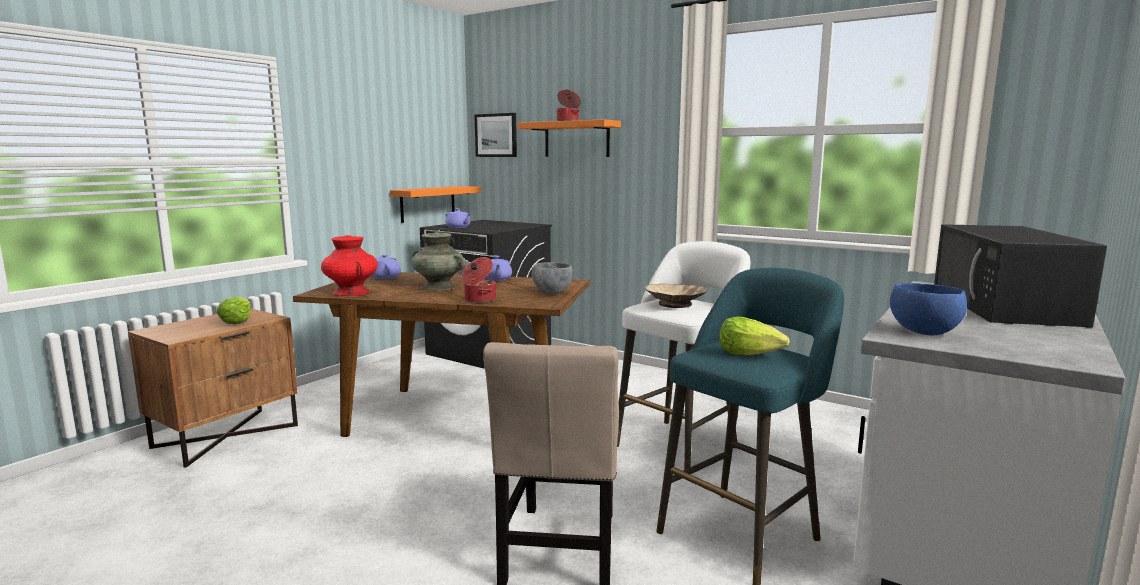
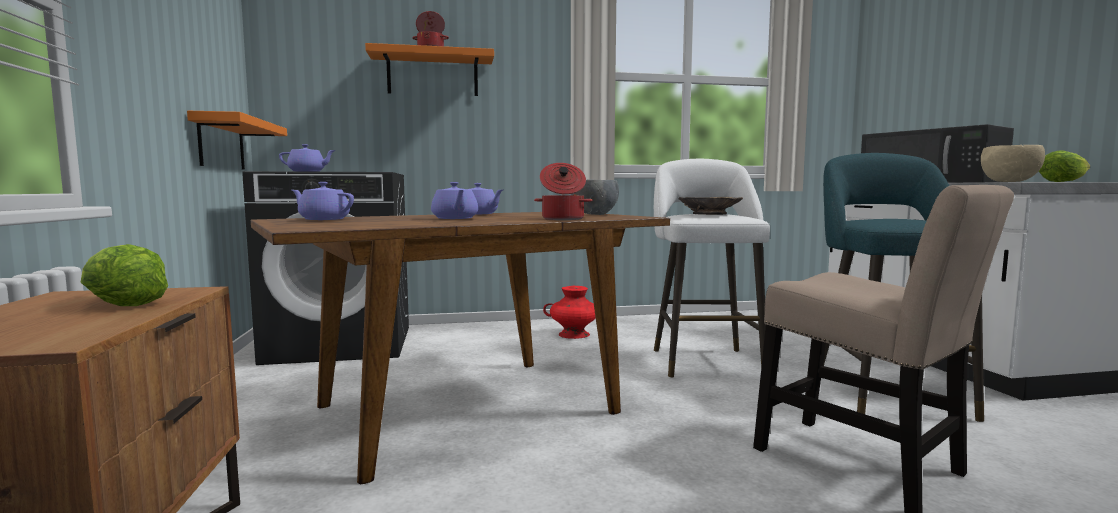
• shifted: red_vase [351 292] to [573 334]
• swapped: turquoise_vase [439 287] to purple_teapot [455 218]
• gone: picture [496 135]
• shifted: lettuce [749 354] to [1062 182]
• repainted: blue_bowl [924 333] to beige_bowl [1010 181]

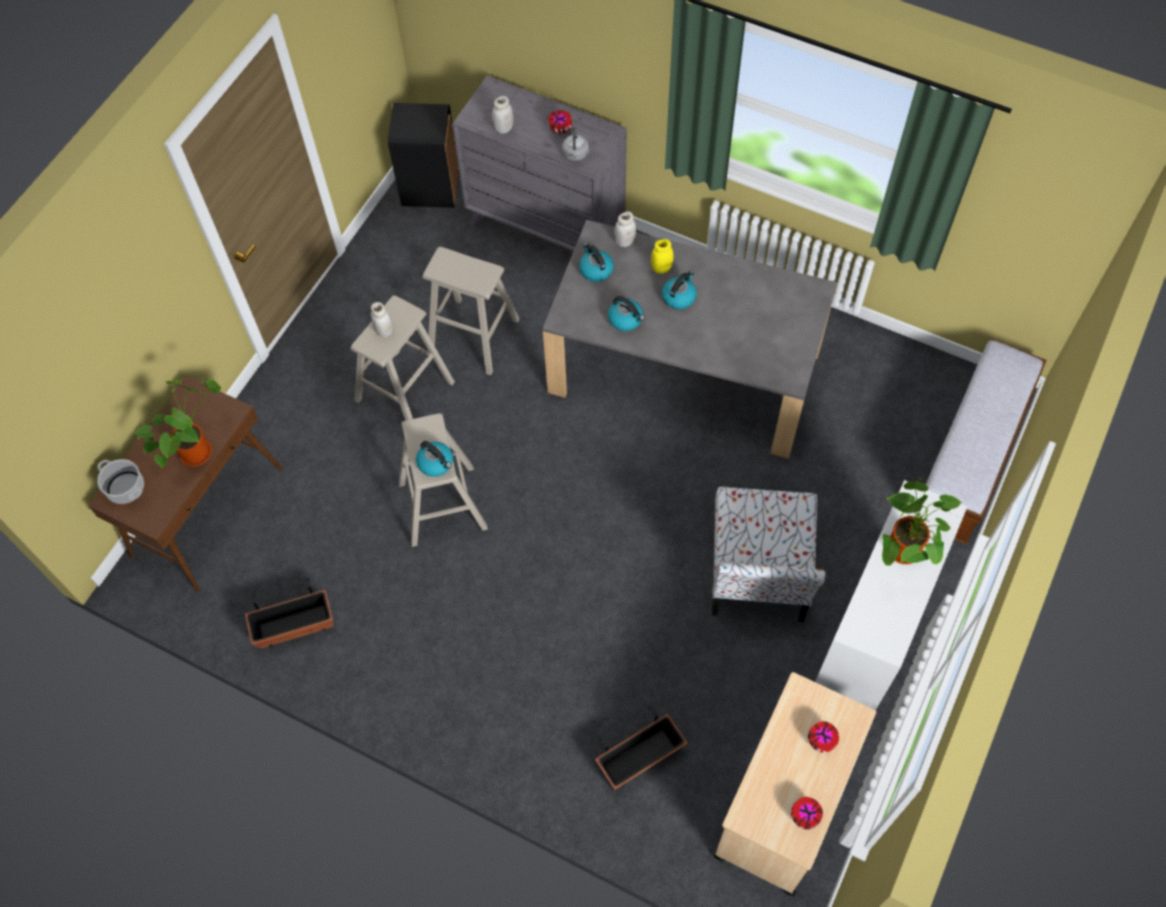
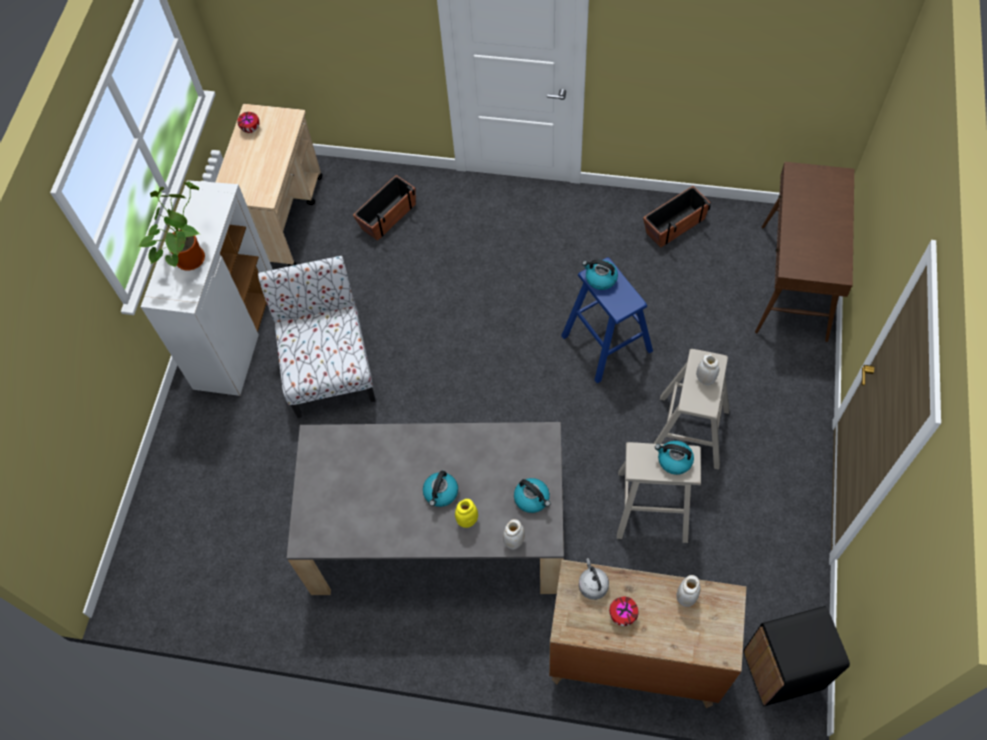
• gone: cooking_pot [125 488]
• gone: potted_plant [196 449]
• repainted: beige_stool [442 505] to blue_stool [607 343]
• repainted: grey_dresser [546 227] to brown_dresser [634 659]
• shifted: kettle [626 319] to [674 460]
• gone: bowl [821 741]
• gone: bench [969 458]

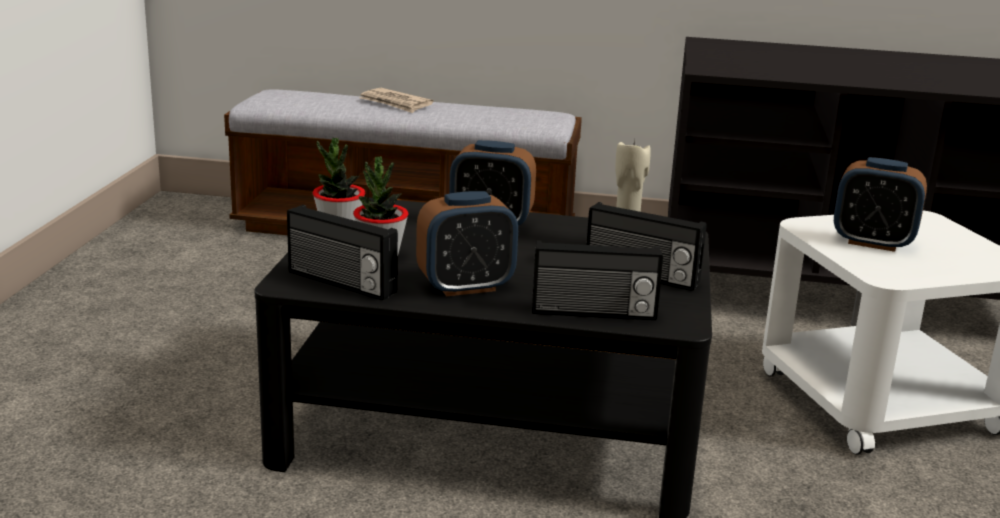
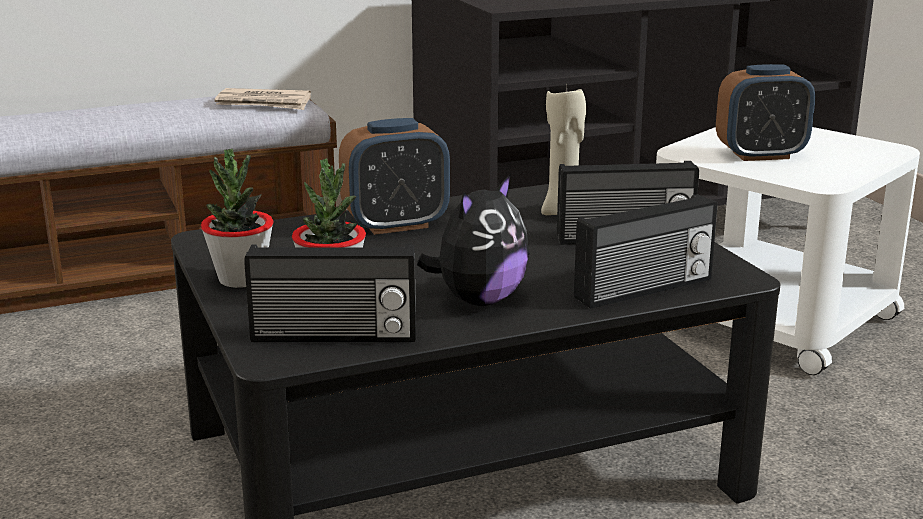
• shifted: newspaper [395 103] to [264 103]
• swapped: alarm_clock [465 287] to plush_toy [478 300]

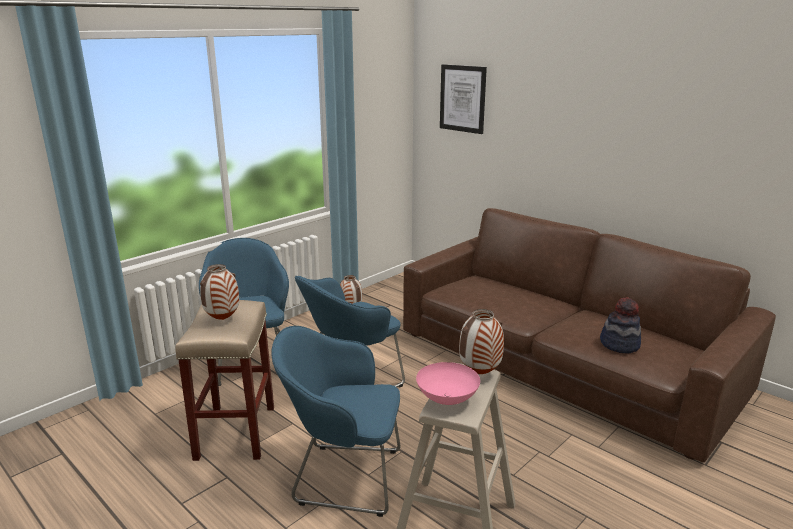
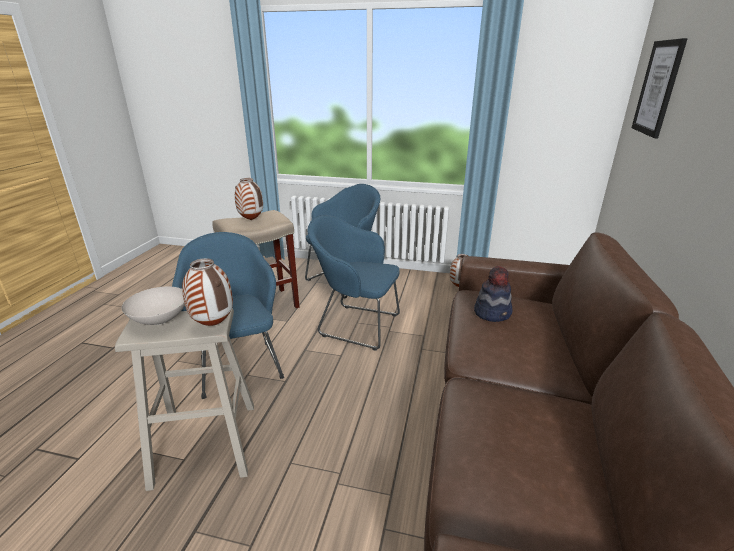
• repainted: pink_bowl [447 399] to white_bowl [159 320]
• shifted: hat [619 344] to [493 312]

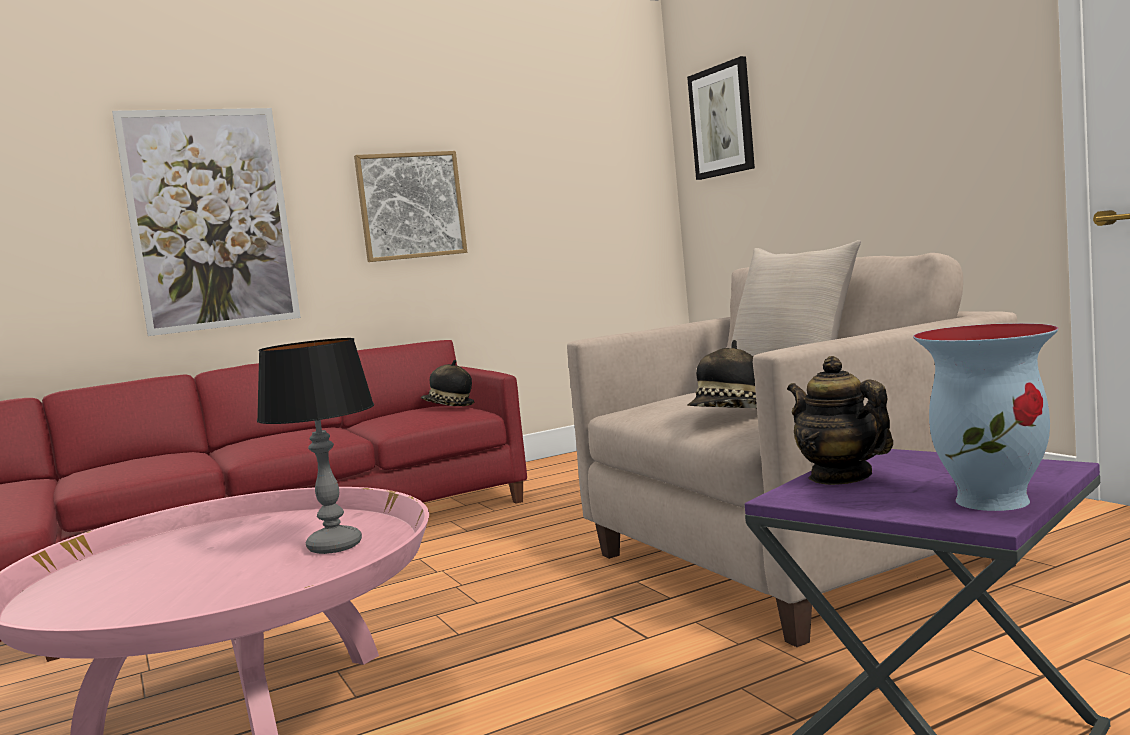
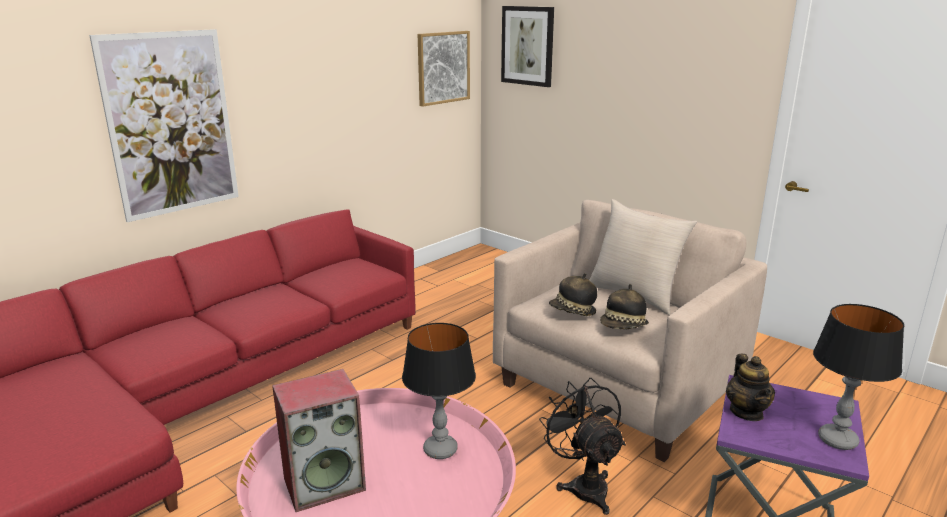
• shifted: picture [411 206] to [443 67]
• shifted: hat [448 406] to [572 312]
• rotated: teapot [840 477] = [746 412] 135 degrees counterclockwise
• swapped: vase [993 500] to table_lamp [837 440]
• new: speaker [325 483]
• new: black_fan [584 485]

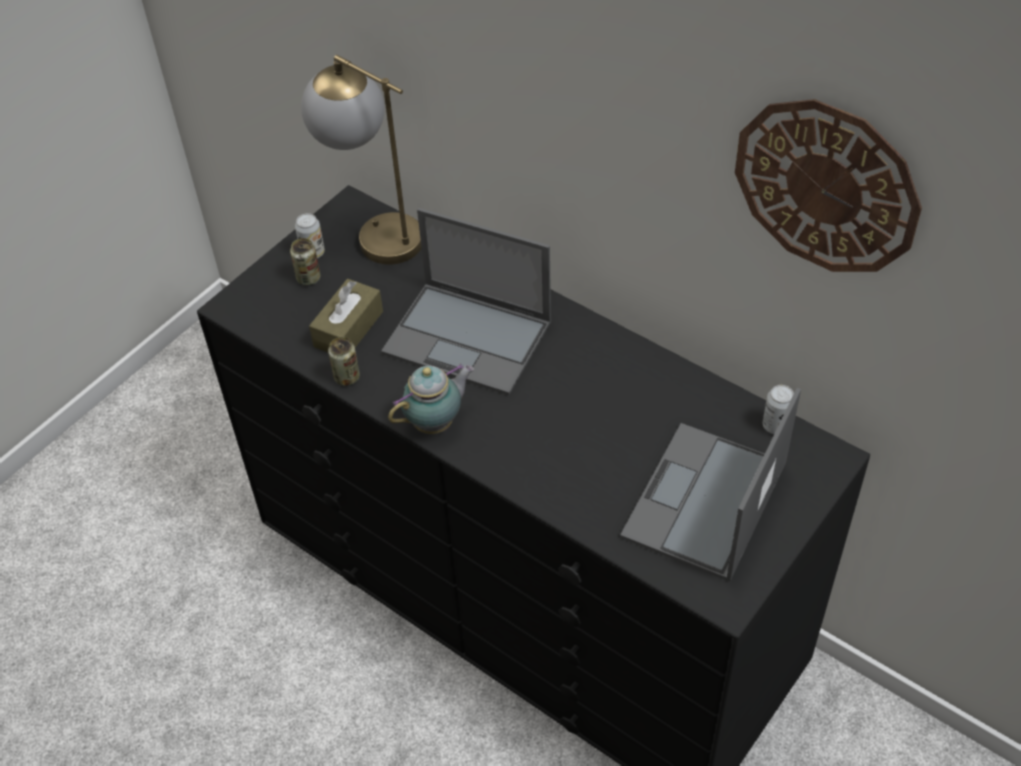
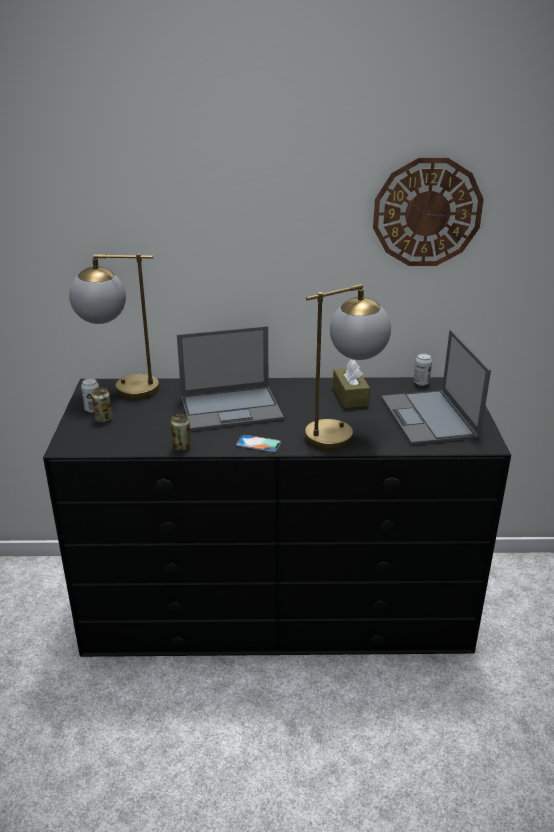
• shifted: brown_tissue_box [348 329] to [350 396]
• swapped: teapot [436 422] to phone [258 443]
• new: table_lamp [343 433]

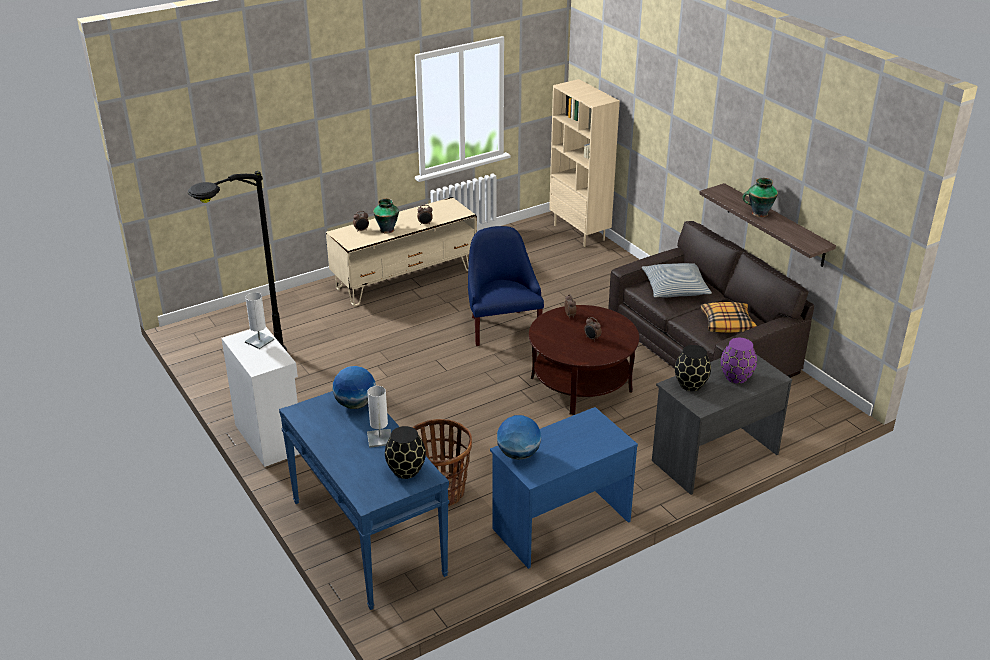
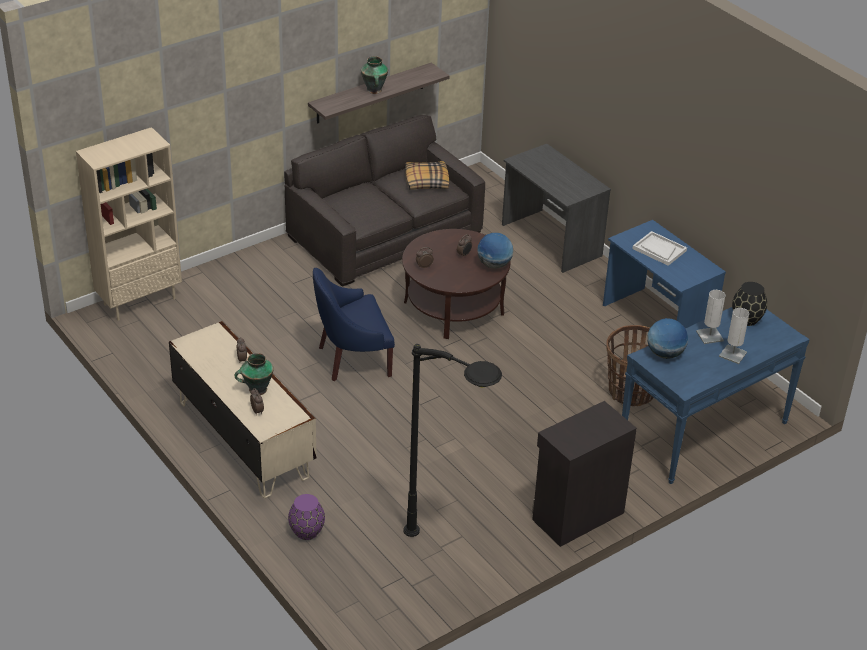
• repainted: white_cabinet [270 437] to black_cabinet [576 515]
• shifted: white_table_lamp [259 341] to [732 354]
• shifted: globe [518 454] to [494 265]
• gone: pillow [675 288]
• gone: black_vase [691 384]
• shifted: purple_vase [735 377] to [307 532]
• new: white_tray [659 250]

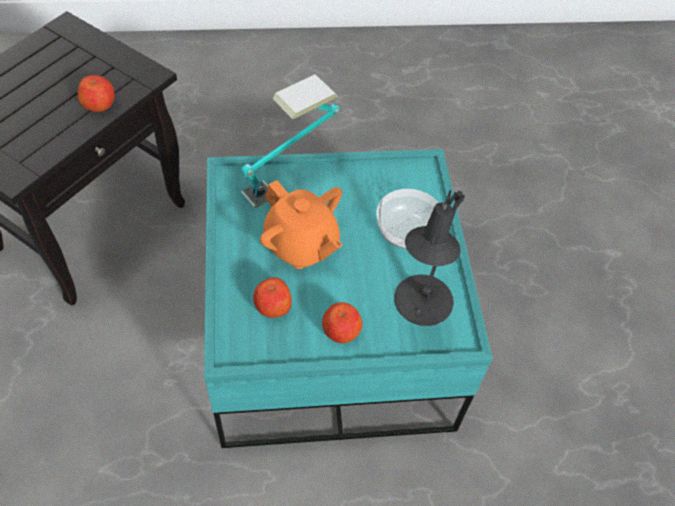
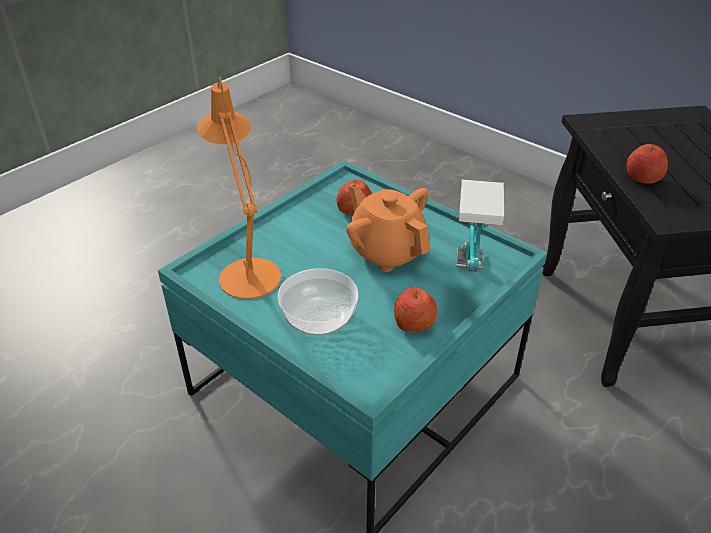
• rotated: orange_teapot [301 245] = [387 252] 45 degrees clockwise
• shifted: apple [341 331] to [414 323]
• repainted: black_table_lamp [420 307] to orange_table_lamp [248 272]

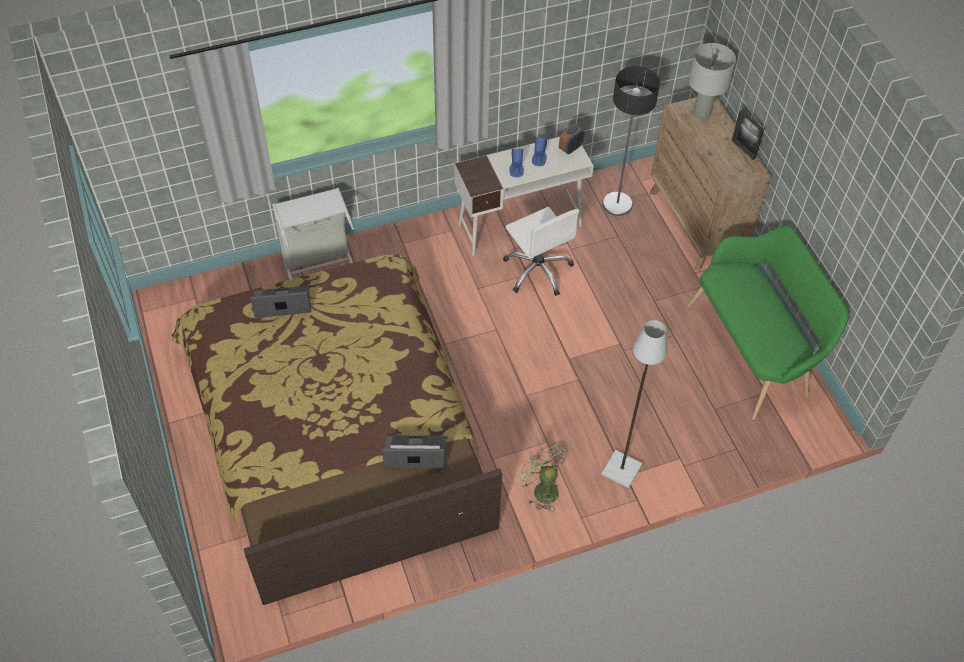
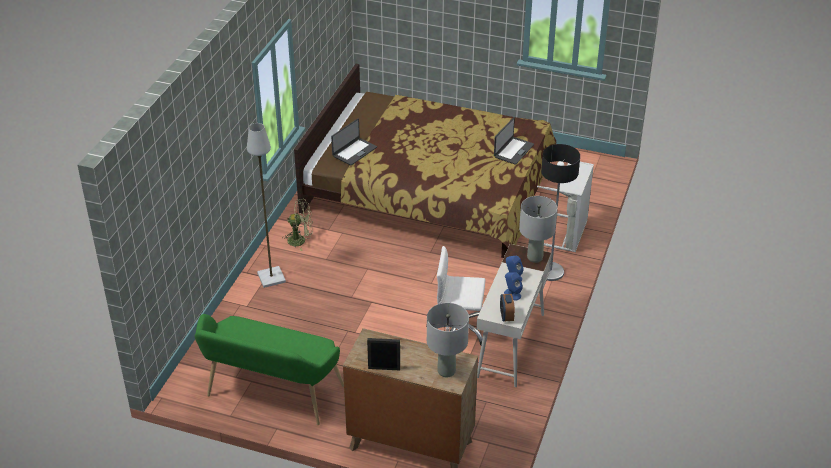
• shifted: floor_lamp [617 204] to [550 272]
• new: grey_table_lamp [534 257]

